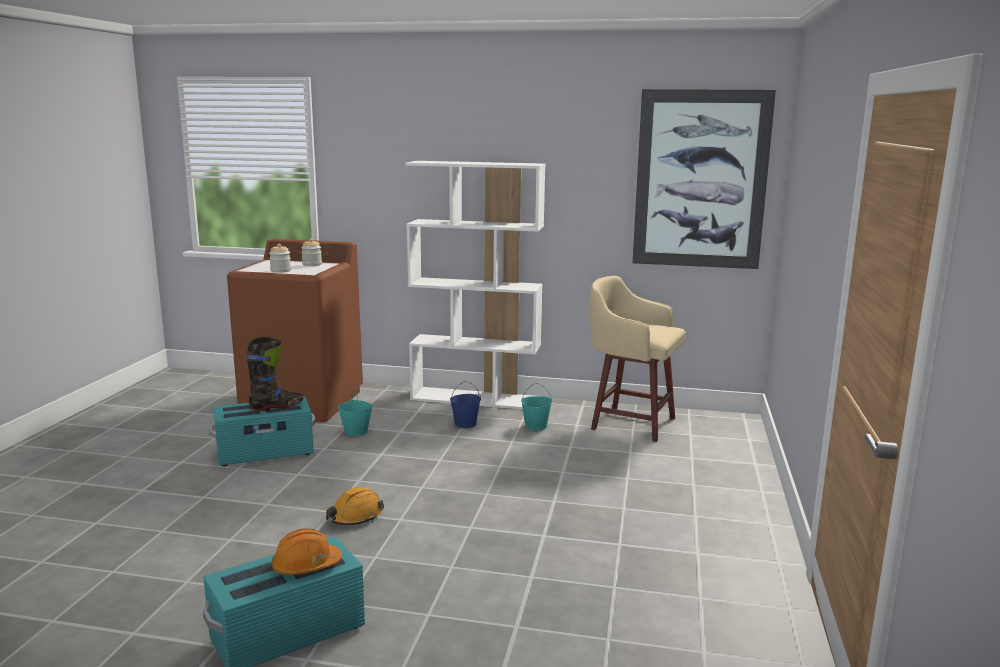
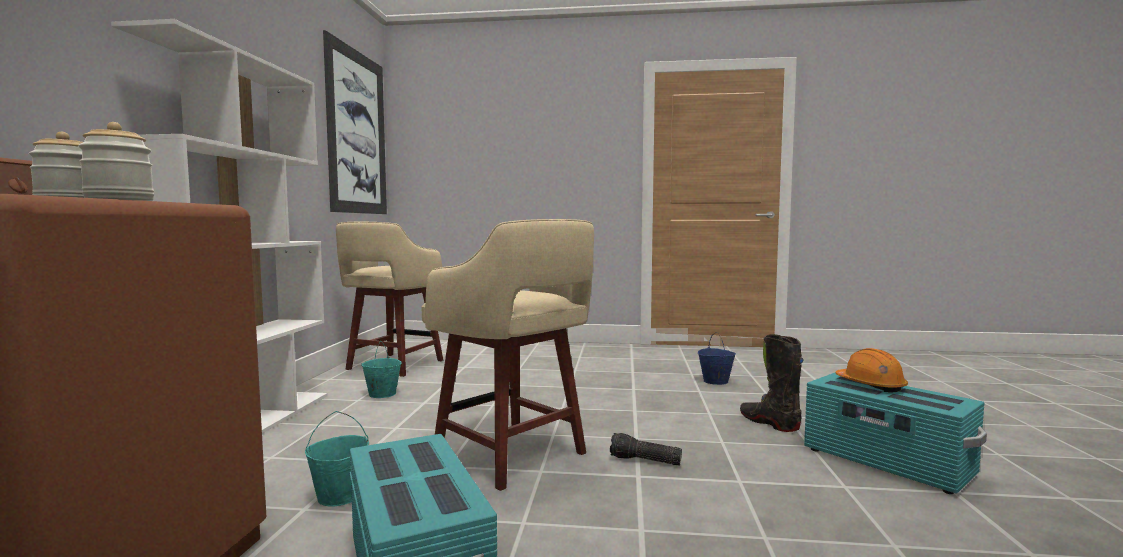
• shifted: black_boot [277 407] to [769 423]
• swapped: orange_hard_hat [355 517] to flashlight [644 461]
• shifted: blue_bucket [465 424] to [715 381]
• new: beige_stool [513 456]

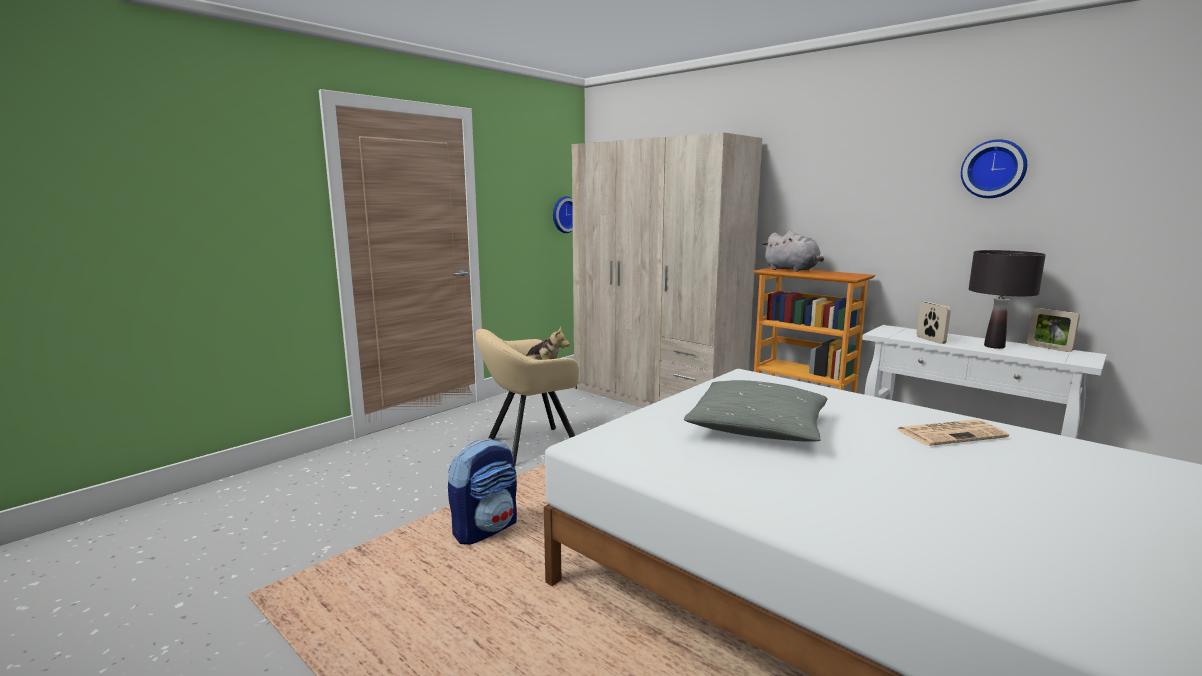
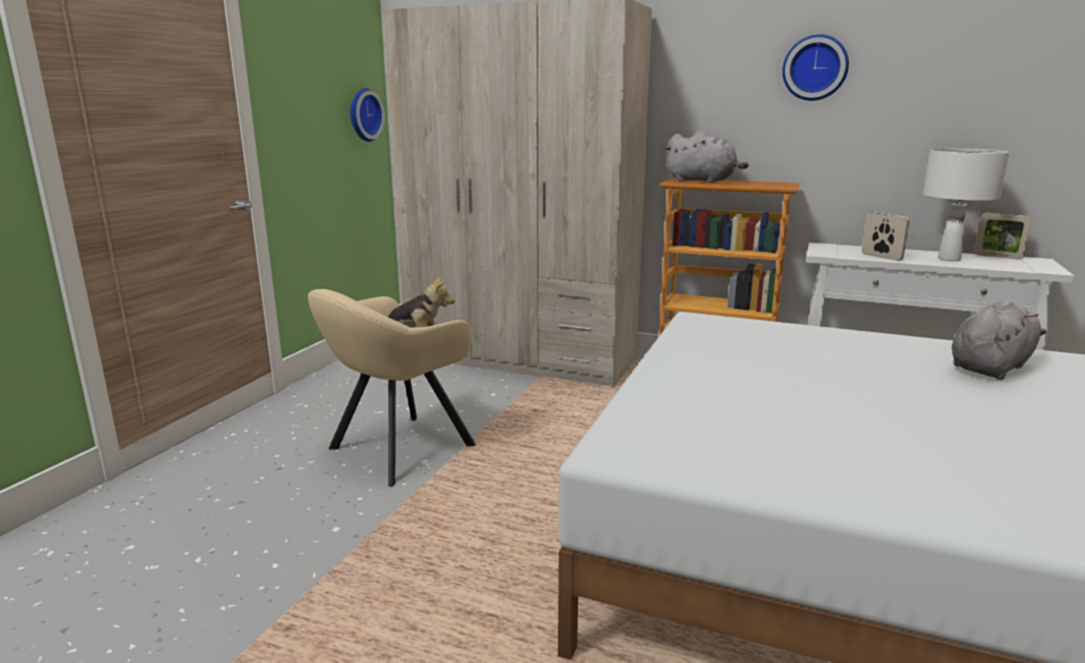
• gone: backpack [486 529]
• gone: grey_pillow [757 428]
• swapped: newspaper [951 433] to grey_plush_toy [991 367]
• shifted: wall_clock [994 169] to [815 68]
• repainted: black_table_lamp [994 346] to white_table_lamp [949 259]

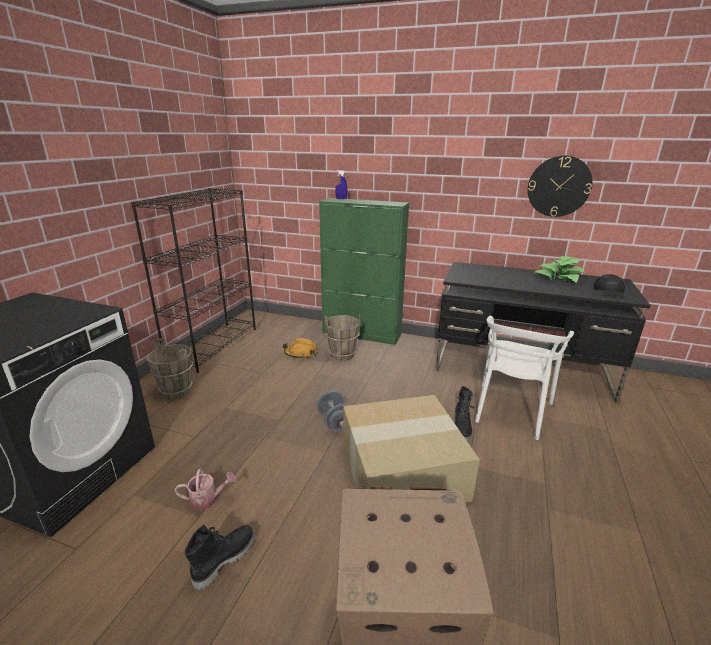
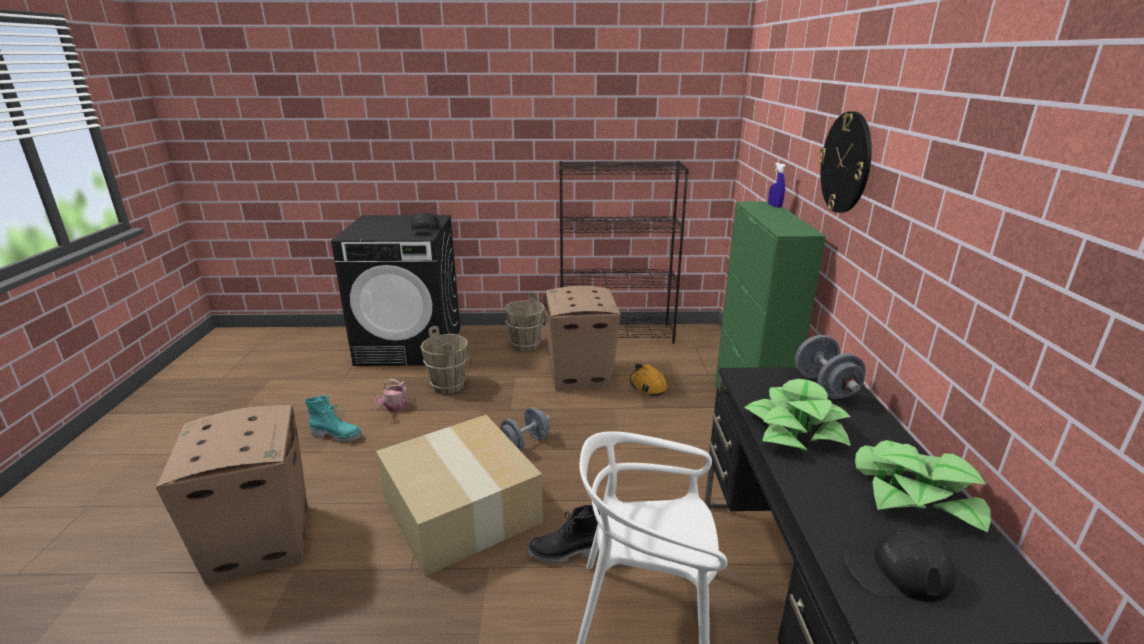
• rotated: watering_can [208 499] = [394 408] 45 degrees clockwise
• repainted: black_boot [224 559] to turquoise_boot [337 435]
• shifted: brown_bucket [342 354] to [448 386]
• shifted: wall_clock [559 186] to [846 163]
• new: black_cap [425 229]
• new: cardboard_box [580 376]
• new: potted_plant [795 429]
• new: grey_dumbbell [824 386]

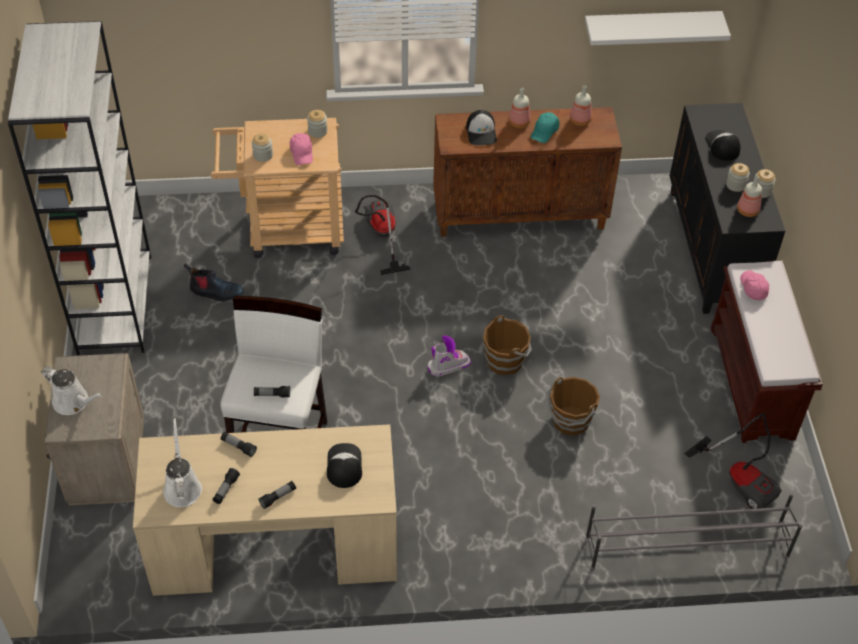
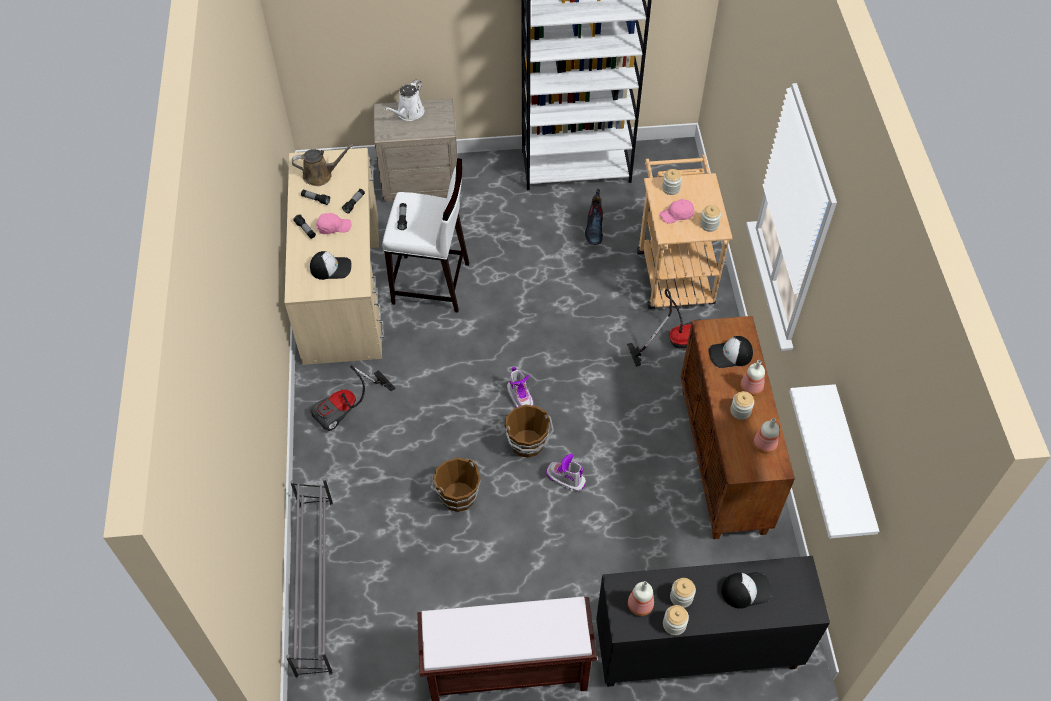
• repainted: white_watering_can [182 487] to brown_watering_can [320 175]
• swapped: turquoise_cap [544 132] to jar [740 411]
• shifted: vacuum_cleaner [741 479] to [348 409]
• shifted: pink_cap [753 288] to [333 227]
• new: boot [565 479]

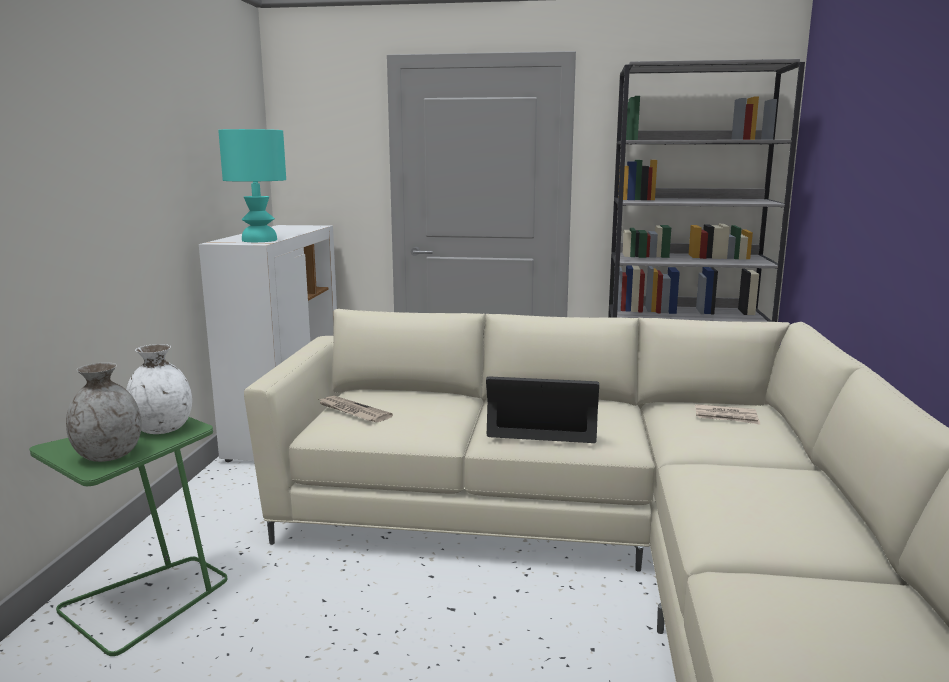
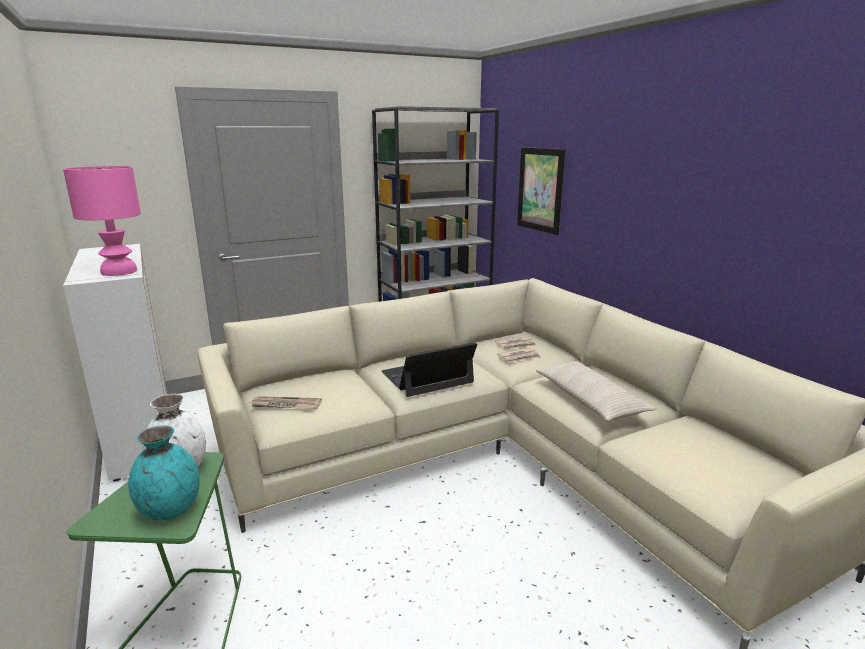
• repainted: grey_vase [109 455] to turquoise_vase [169 509]
• repainted: turquoise_table_lamp [259 240] to pink_table_lamp [119 272]
• new: newspaper [519 357]
• new: picture [540 189]
• new: beige_pillow [590 400]

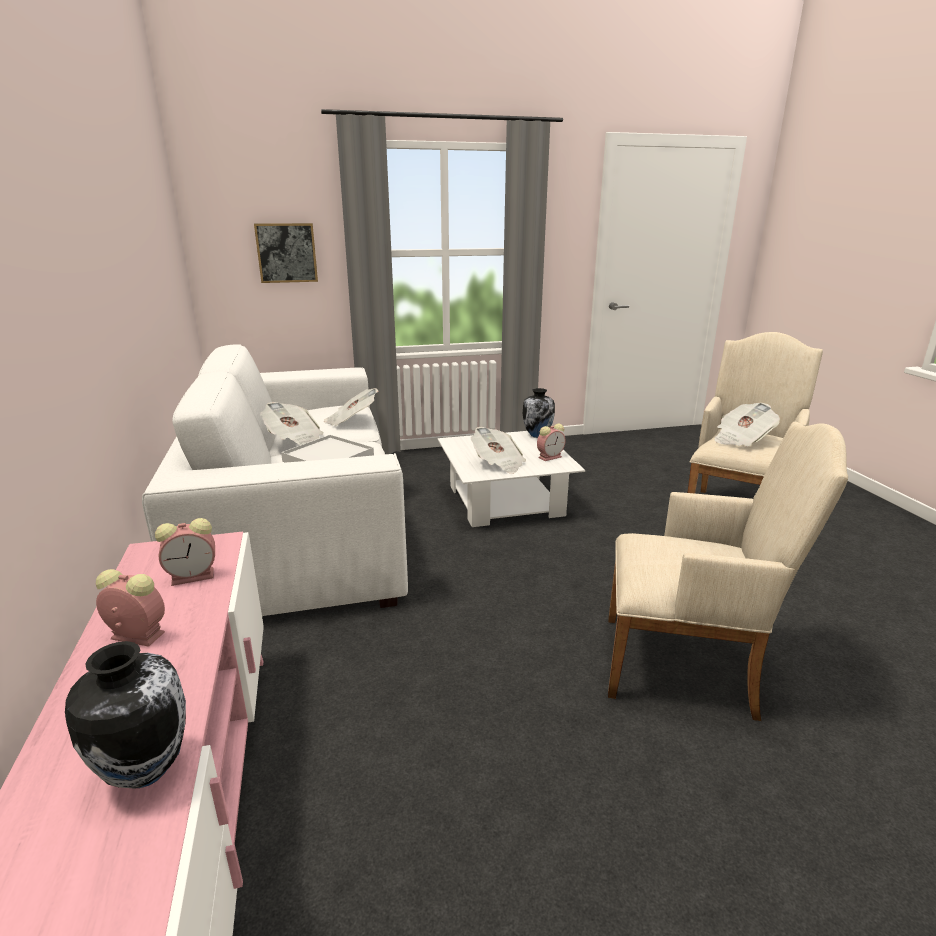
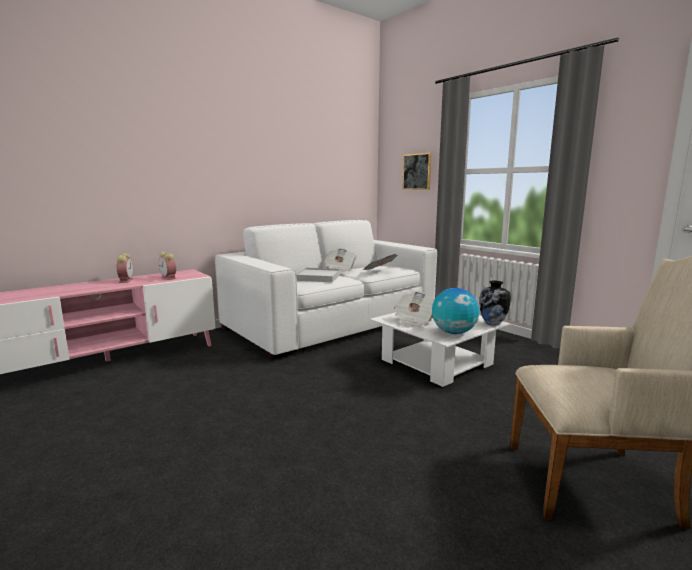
• gone: vase [146 770]
• swapped: alarm_clock [550 457] to globe [454 332]
• gone: beige_armchair [689 666]
• gone: newspaper [741 439]

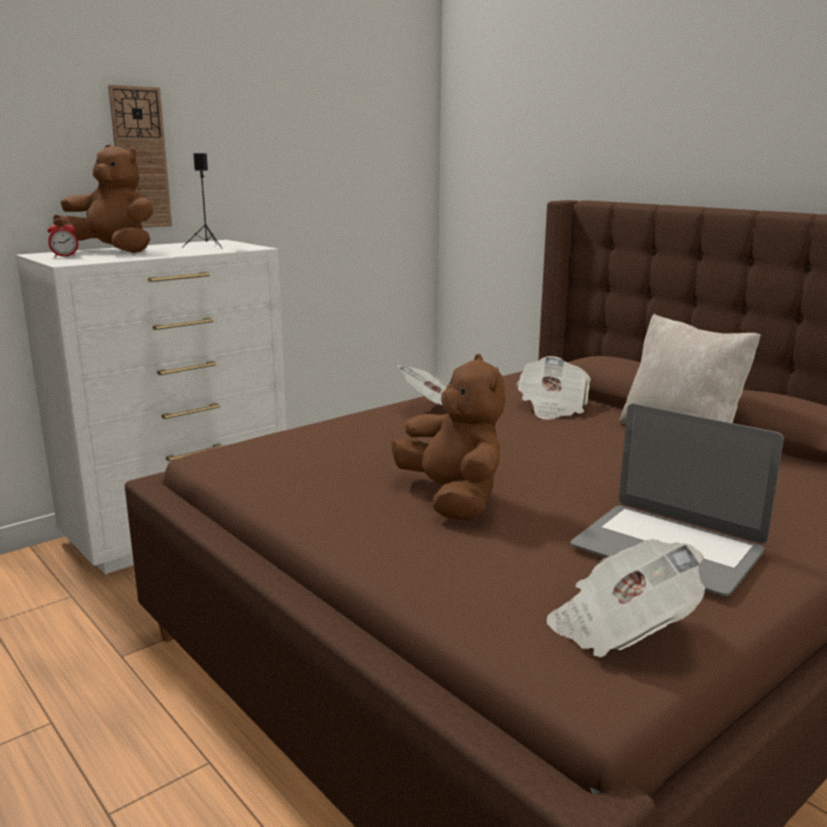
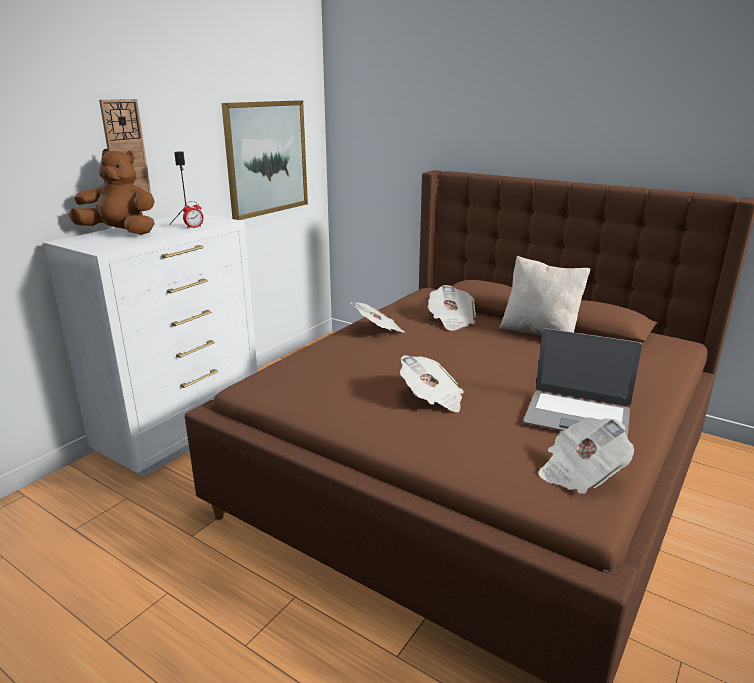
• shifted: alarm_clock [65 256] to [194 227]
• swapped: brown_plush_toy [452 499] to newspaper [432 399]
• new: picture [266 158]

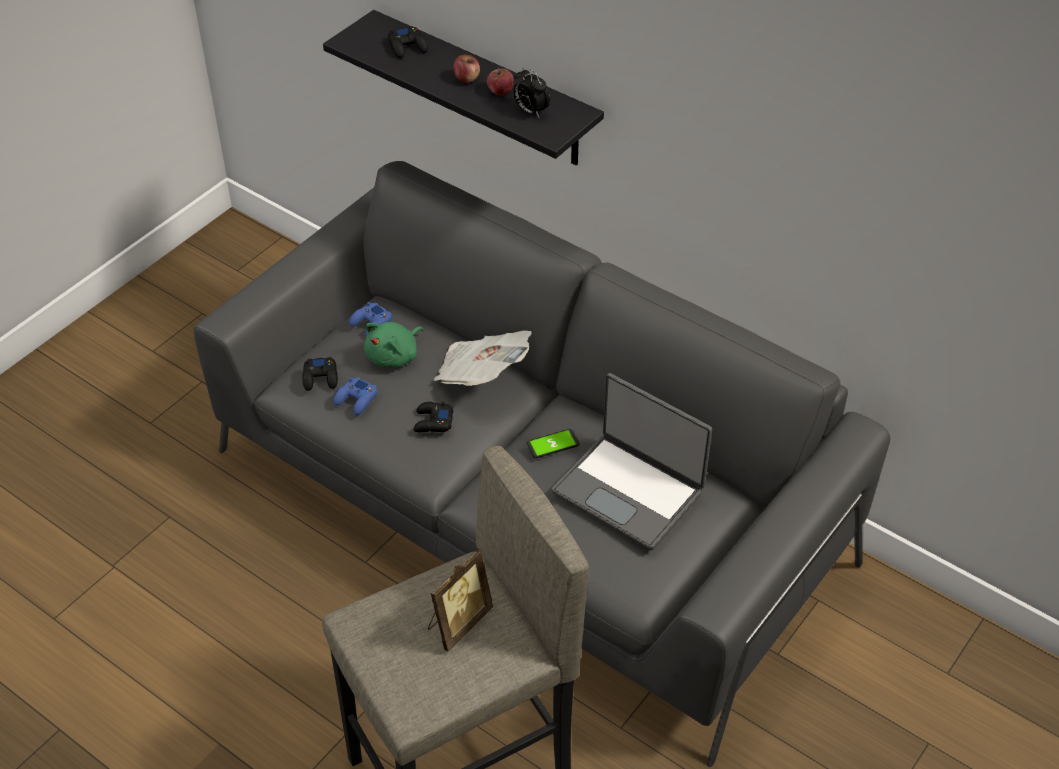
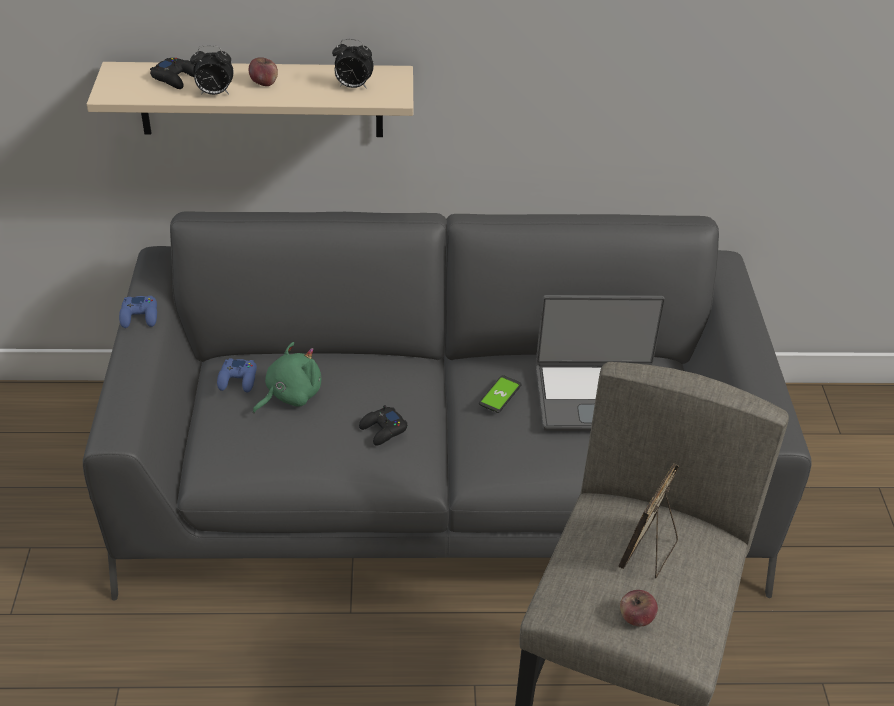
• gone: black_game_controller [321 378]
• repainted: black_shelf [485 90] to beige_shelf [261 99]
• shifted: blue_game_controller [356 399] to [140 316]
• rotated: green_plush_toy [394 356] = [290 395] 135 degrees counterclockwise
• rotated: picture_frame [458 622] = [649 553] 150 degrees counterclockwise
• gone: newspaper [482 374]
• shifted: apple [500 91] to [636 618]
• new: alarm_clock [214 93]

